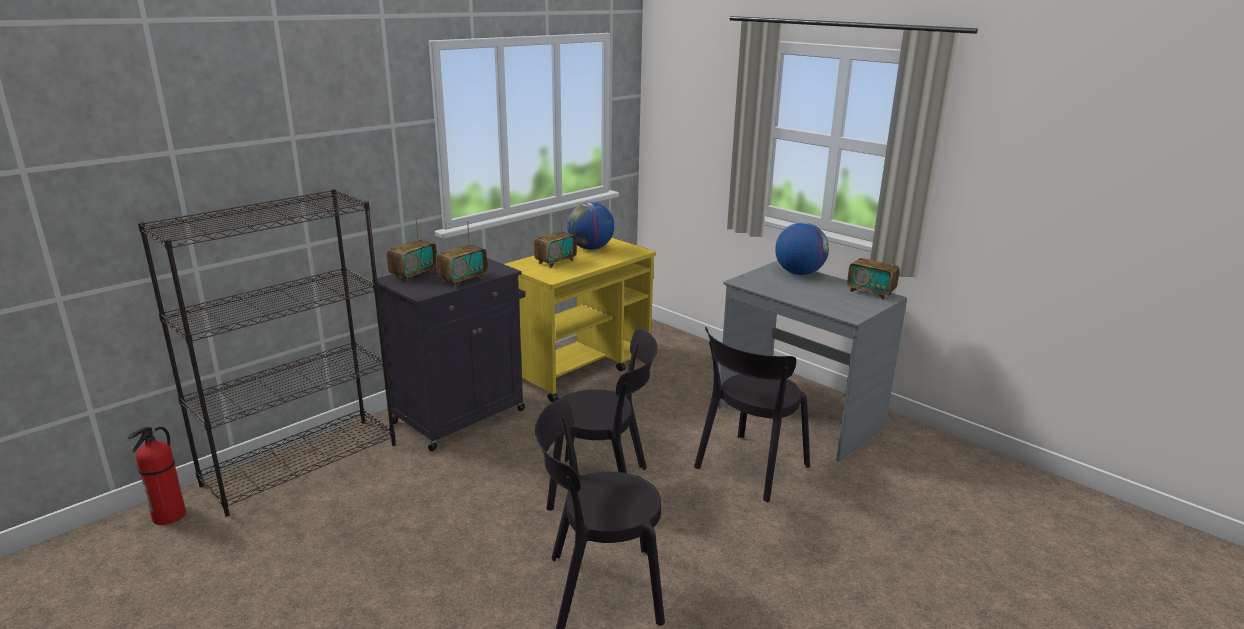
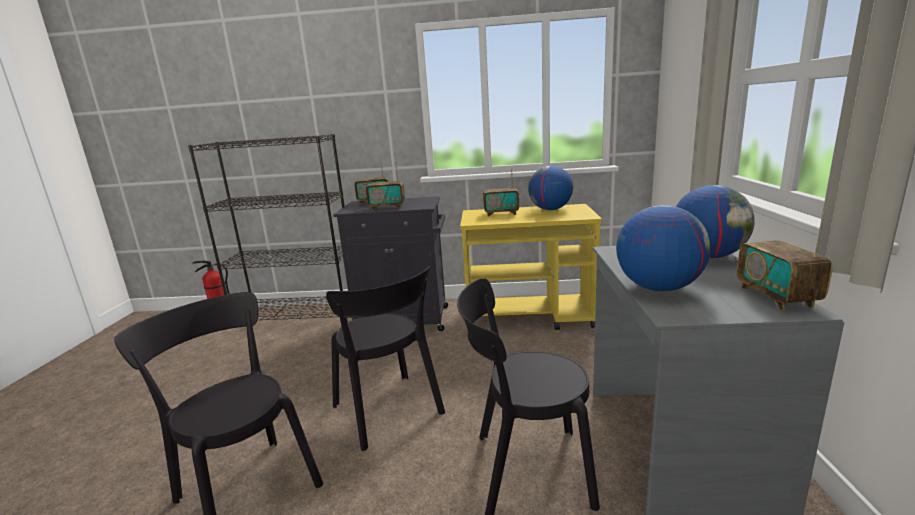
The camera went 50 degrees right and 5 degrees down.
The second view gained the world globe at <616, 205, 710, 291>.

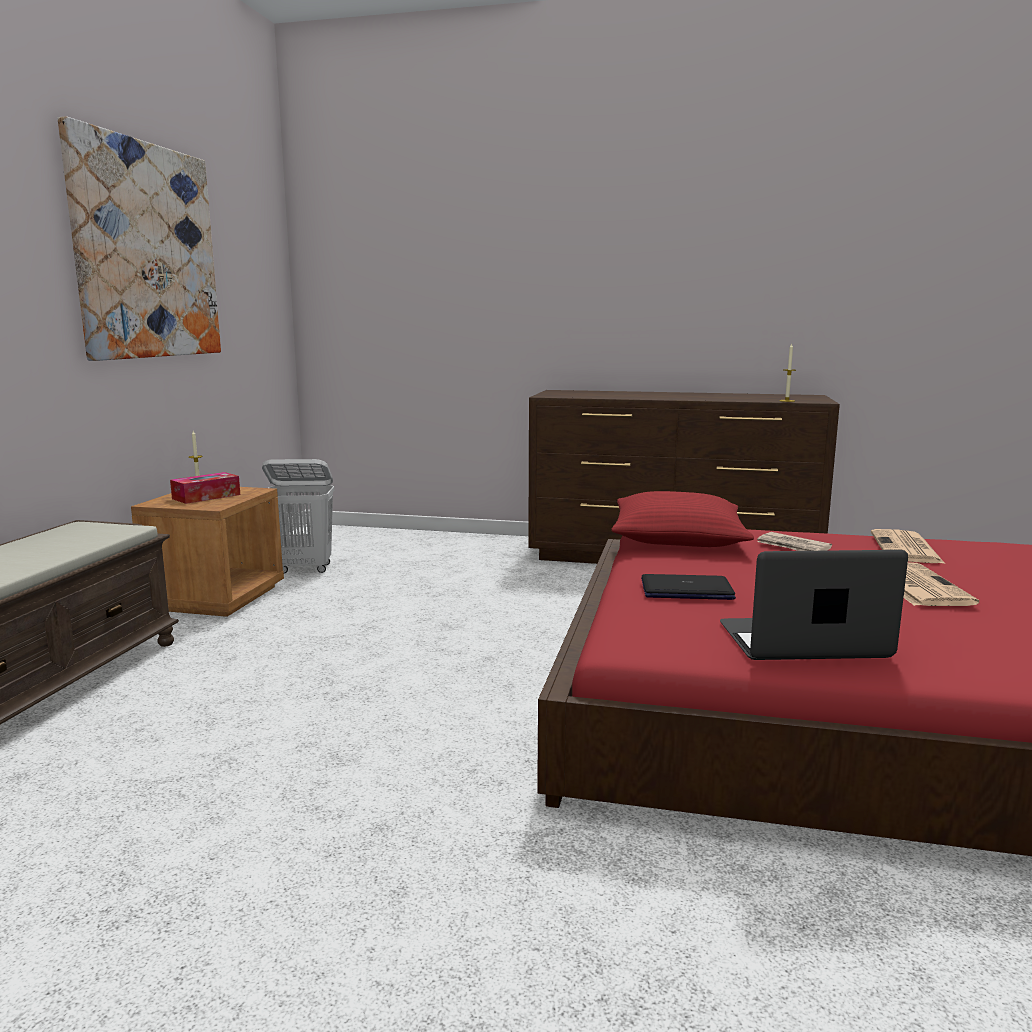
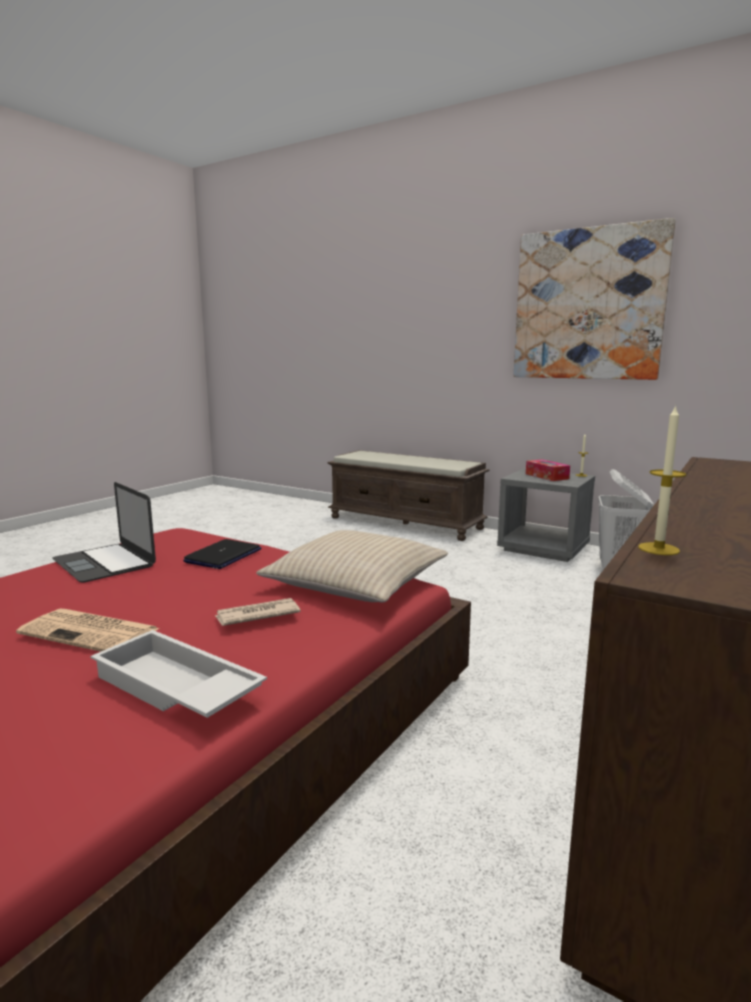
The camera went 110 degrees right and 0 degrees up.
What was the brown night table at <131, 487, 284, 617> turned into the grey night table at <497, 468, 595, 562>.
What was the red-coloured cushion at <612, 491, 754, 547> turned into the sand-coloured cushion at <256, 530, 448, 603>.
The notebook computer at <720, 550, 908, 660> ended up facing another way, 120 degrees clockwise from before.
Where the newspaper stood at <871, 529, 945, 564>, the white-coloured serving tray came to stand at <90, 630, 267, 718>.

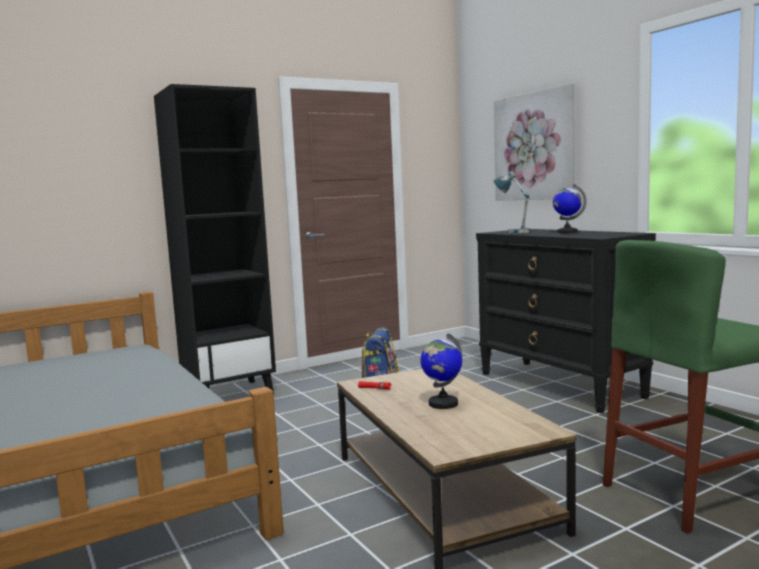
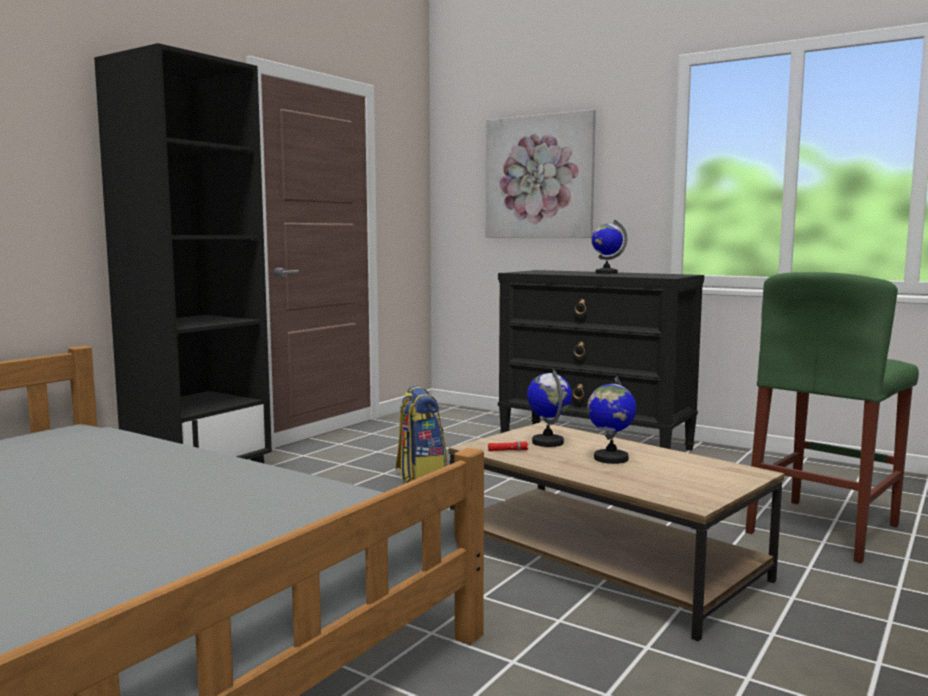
The camera went 25 degrees left and 0 degrees up.
The second view lost the tabletop lamp at <494, 171, 530, 233>.
The second view gained the world globe at <527, 369, 572, 447>.

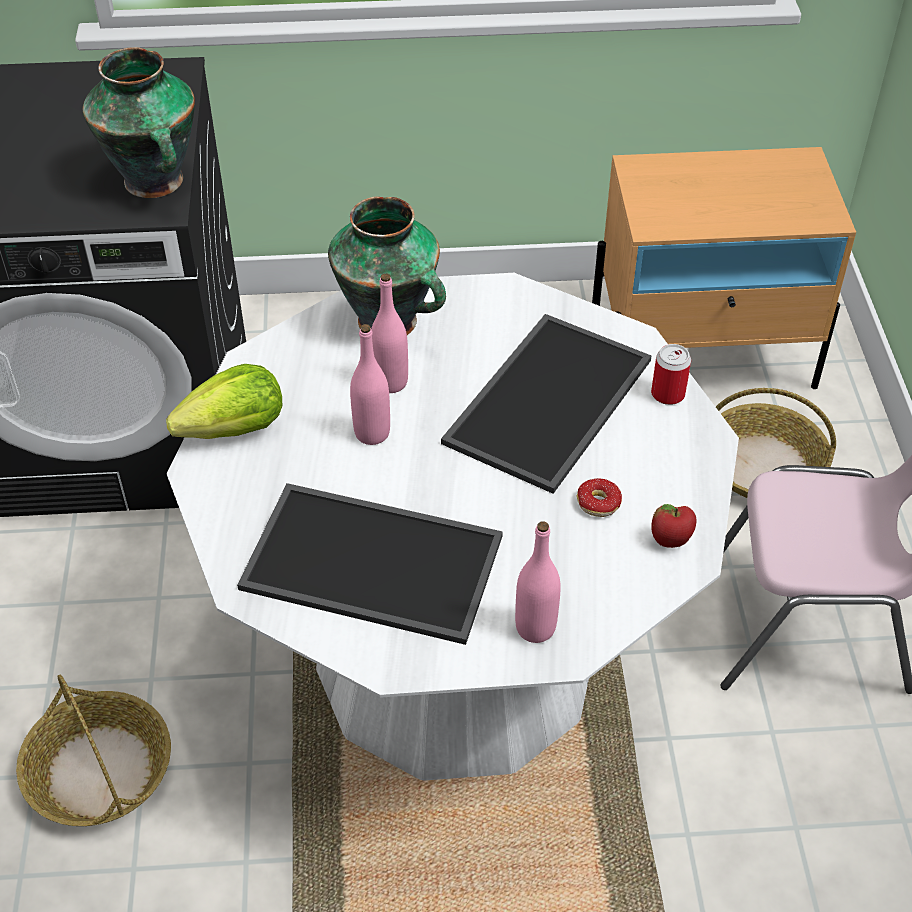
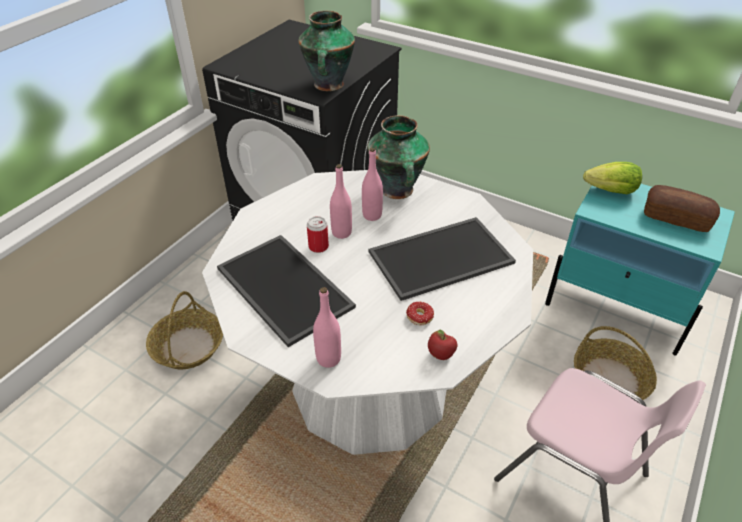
The camera went 35 degrees right and 5 degrees down.
The head of lettuce ended up elsewhere, having gone from <166, 364, 282, 439> to <583, 162, 642, 194>.
What was the sand-coloured night table at <592, 147, 856, 389> turned into the turquoise-coloured night table at <545, 184, 735, 356>.
The sealed can ended up elsewhere, having gone from <651, 344, 691, 405> to <307, 216, 329, 253>.
The second view gained the baked bread at <644, 185, 720, 232>.

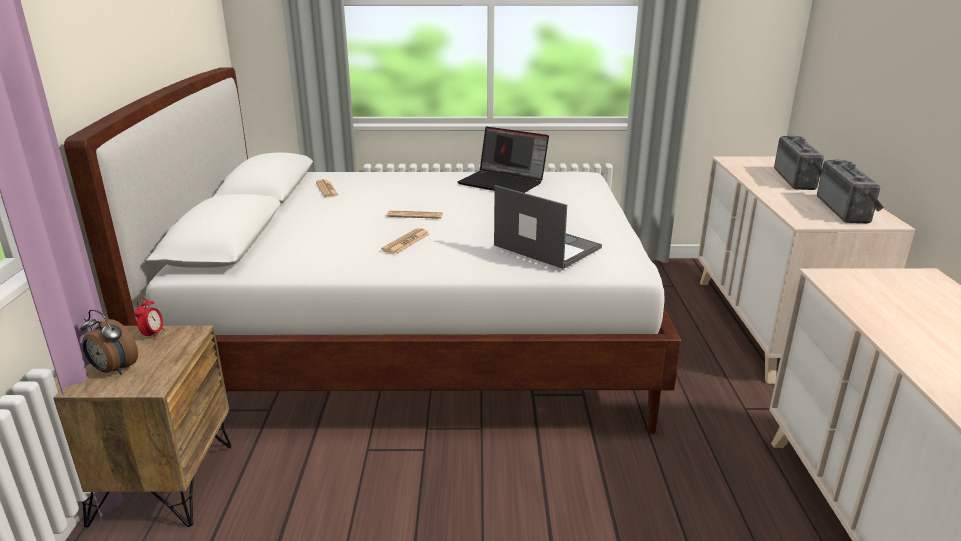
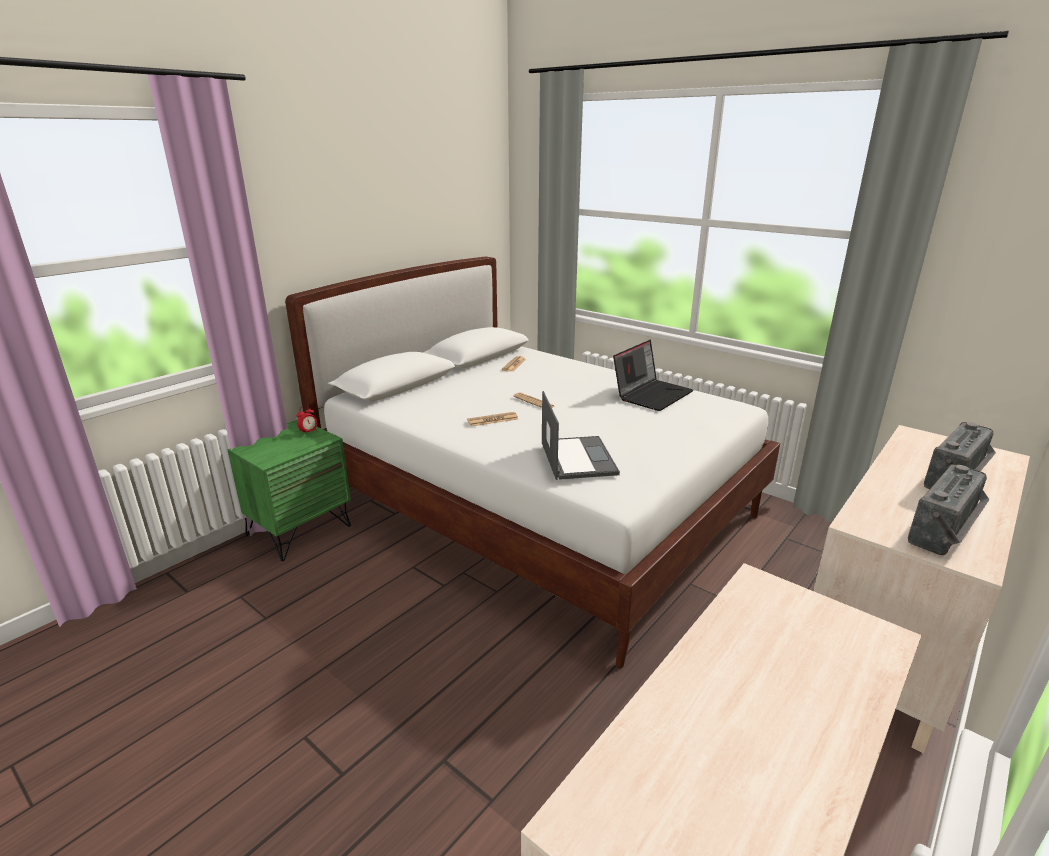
The camera went 40 degrees right and 0 degrees up.
What was the brown night table at <53, 325, 231, 527> turned into the green-coloured night table at <227, 420, 351, 561>.
The second view lost the table clock at <80, 309, 138, 375>.
The notebook computer at <458, 127, 549, 193> ended up facing another way, 120 degrees counterclockwise from before.

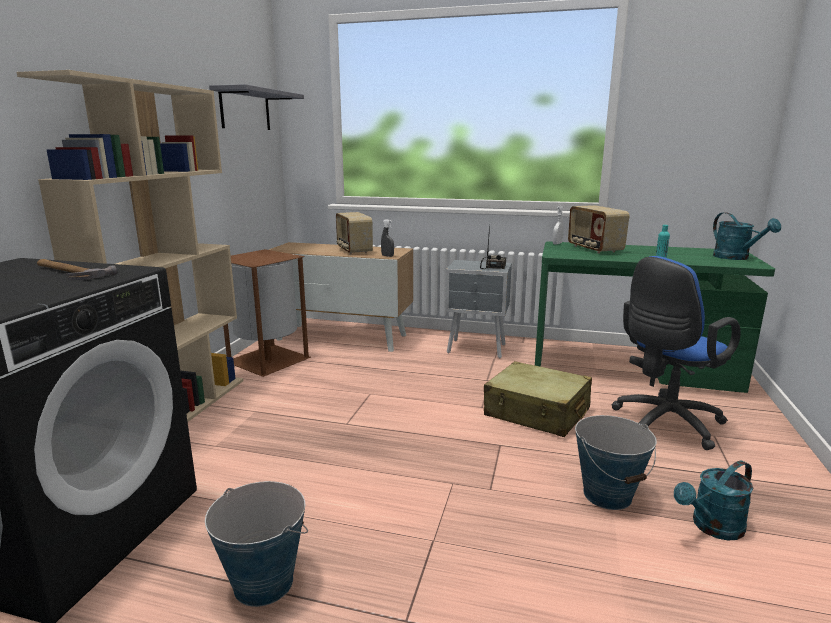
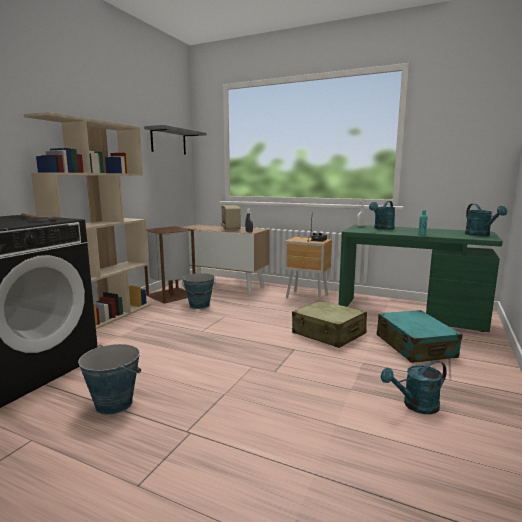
The camera went 10 degrees right and 5 degrees down.
What was the grey night table at <445, 260, 512, 359> turned into the brown night table at <284, 237, 332, 301>.
Where the radio stood at <568, 205, 630, 254>, the turquoise-coloured watering can came to stand at <369, 201, 395, 230>.
The pail ended up elsewhere, having gone from <575, 415, 657, 510> to <182, 273, 215, 309>.
Where the bluish computer chair stood at <611, 256, 741, 450>, the turquoise-coloured piece of luggage came to stand at <377, 310, 462, 363>.

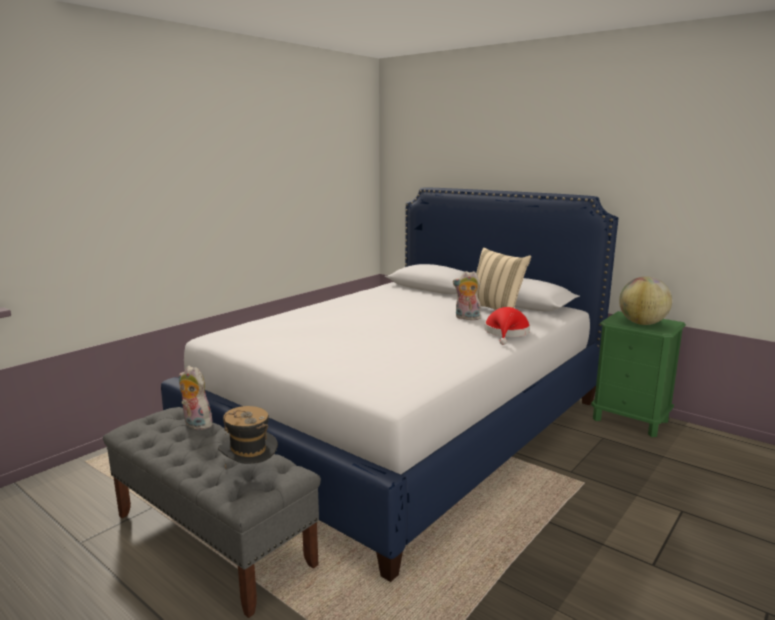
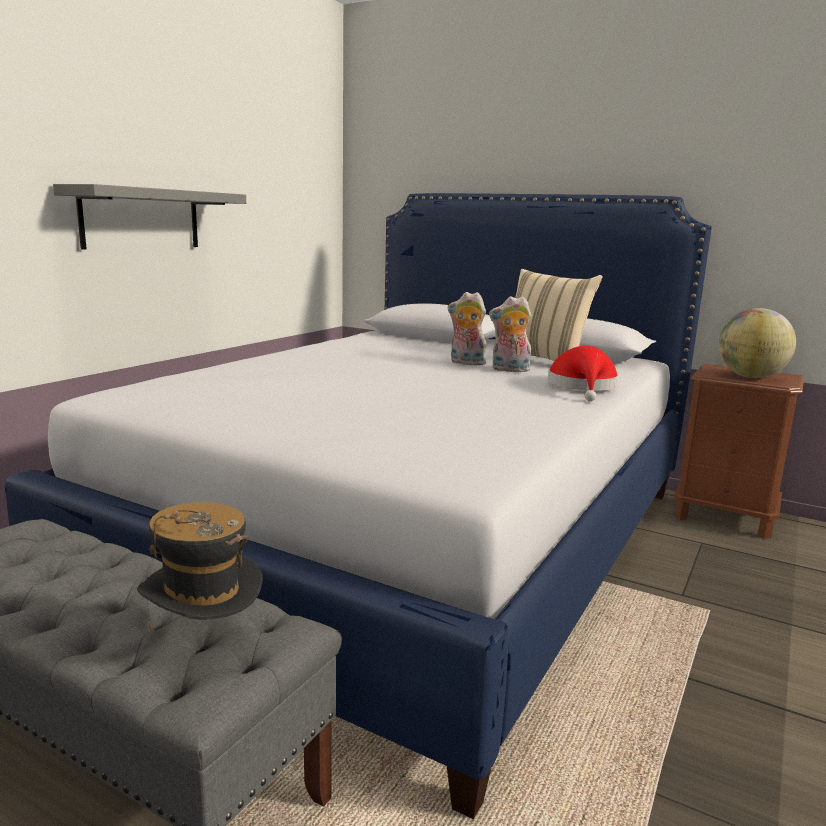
The camera went 10 degrees left and 0 degrees up.
The soft toy ended up elsewhere, having gone from <179, 366, 216, 430> to <448, 292, 486, 365>.
What was the green-coloured night table at <591, 311, 686, 437> turned into the brown night table at <674, 364, 804, 539>.
The second view gained the grey shelf at <53, 184, 246, 250>.

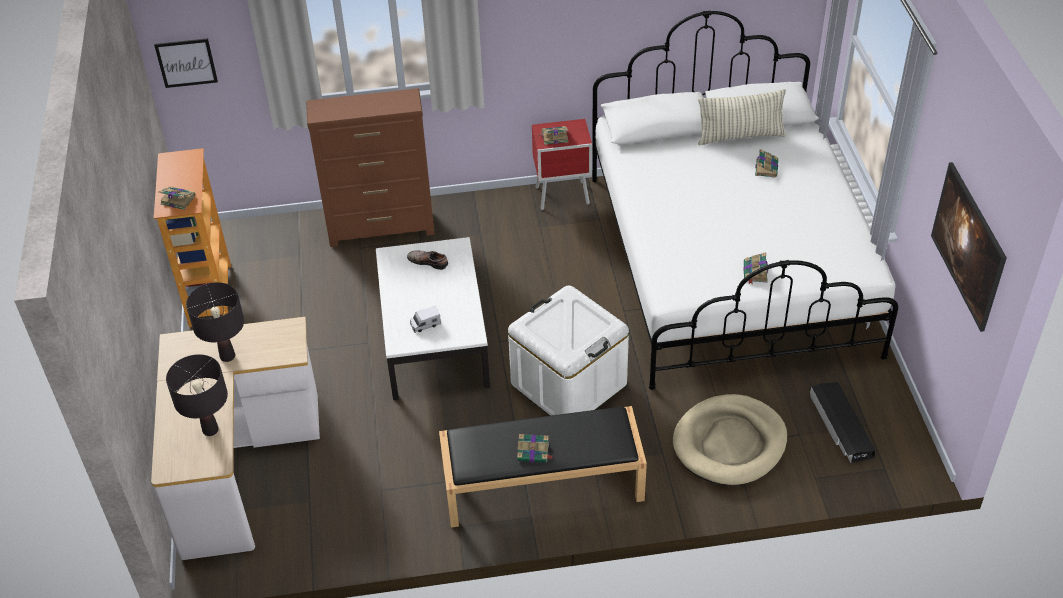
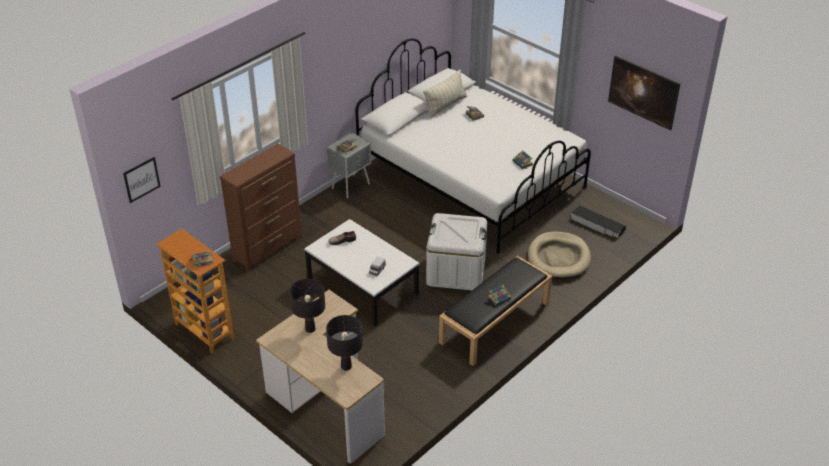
The camera went 40 degrees left and 5 degrees down.
What was the red-coloured night table at <532, 119, 592, 210> turned into the grey night table at <327, 132, 371, 198>.

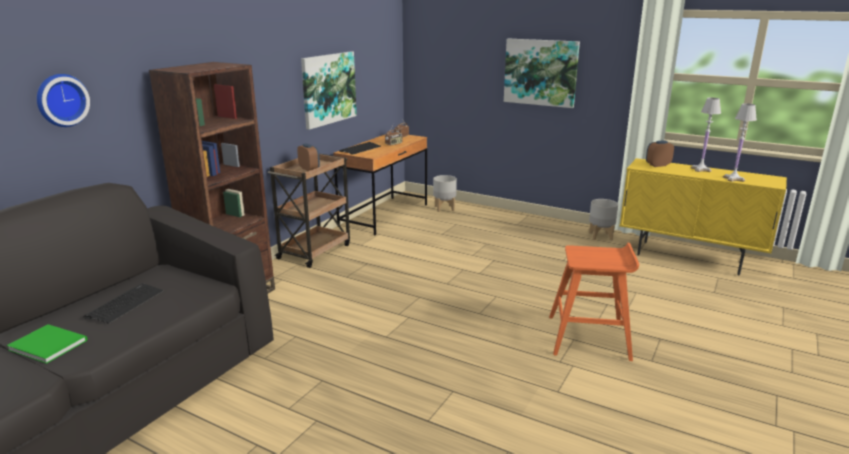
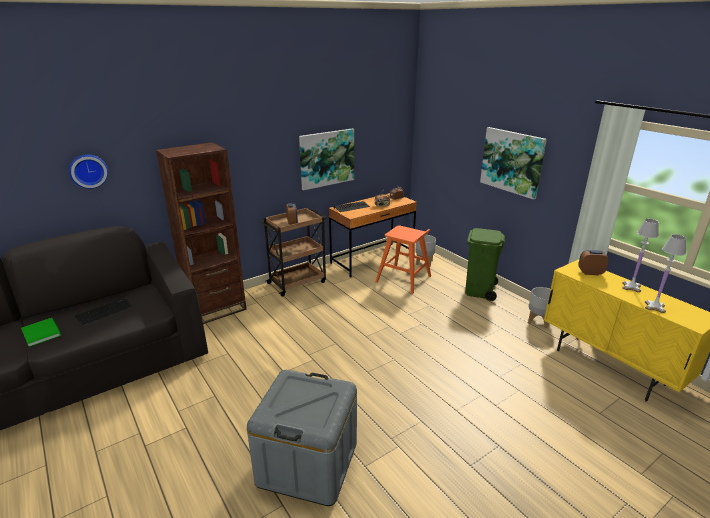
The camera went 25 degrees right and 5 degrees up.
The orangey sitting stool ended up elsewhere, having gone from <549, 243, 639, 361> to <376, 225, 431, 294>.
The second view gained the grey storage container at <247, 370, 357, 506>.
The second view gained the green-coloured rubbish bin at <465, 228, 505, 301>.

